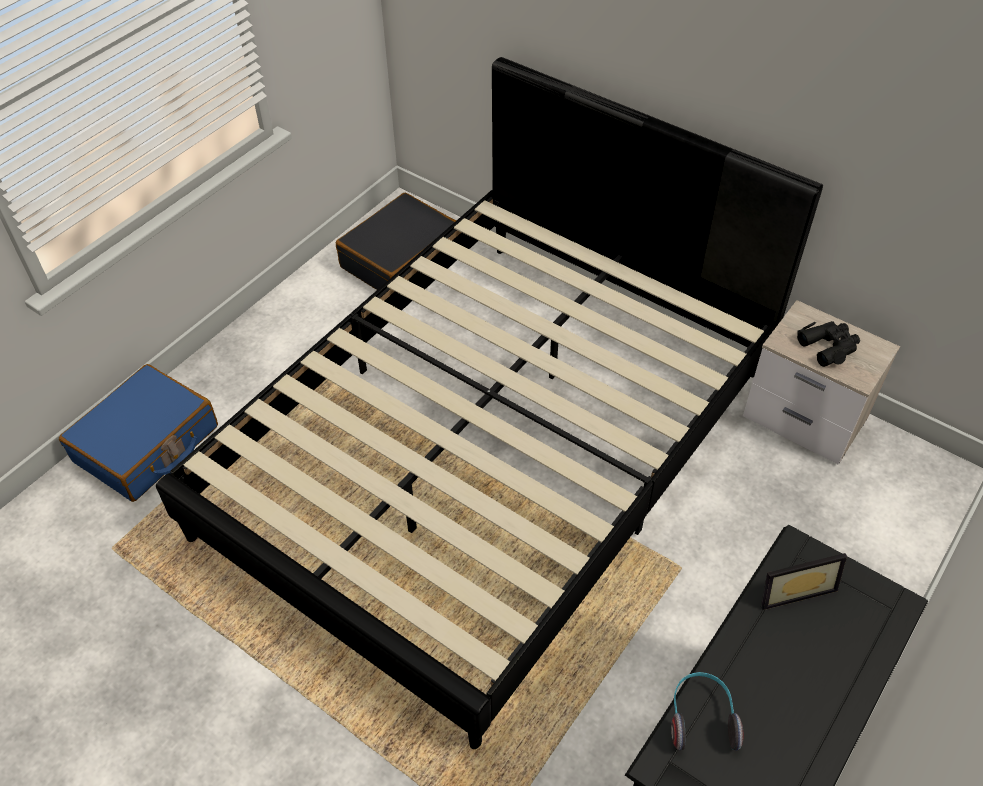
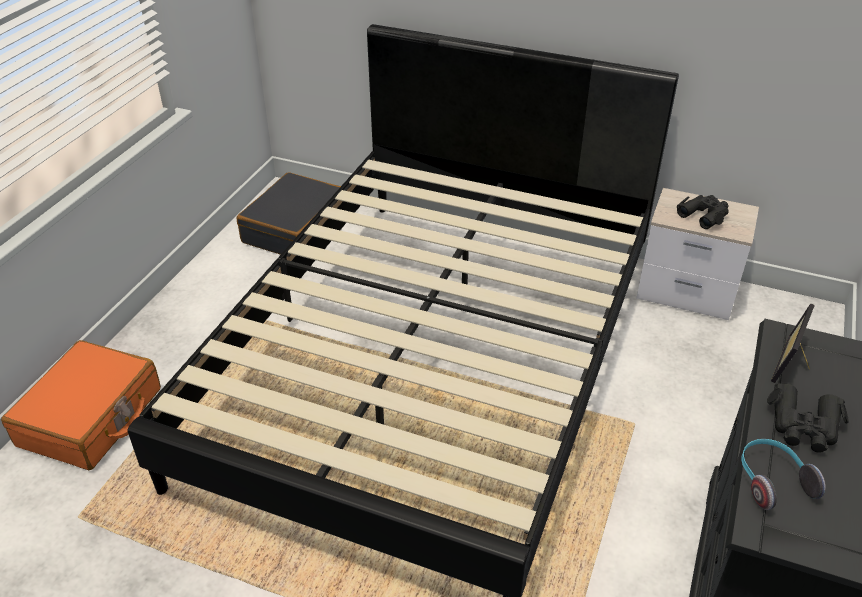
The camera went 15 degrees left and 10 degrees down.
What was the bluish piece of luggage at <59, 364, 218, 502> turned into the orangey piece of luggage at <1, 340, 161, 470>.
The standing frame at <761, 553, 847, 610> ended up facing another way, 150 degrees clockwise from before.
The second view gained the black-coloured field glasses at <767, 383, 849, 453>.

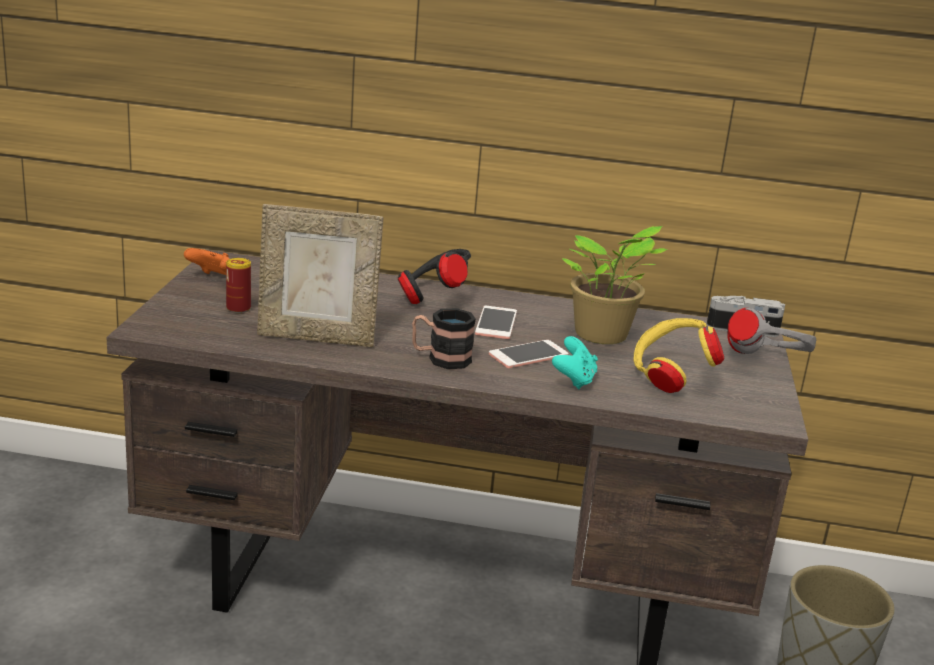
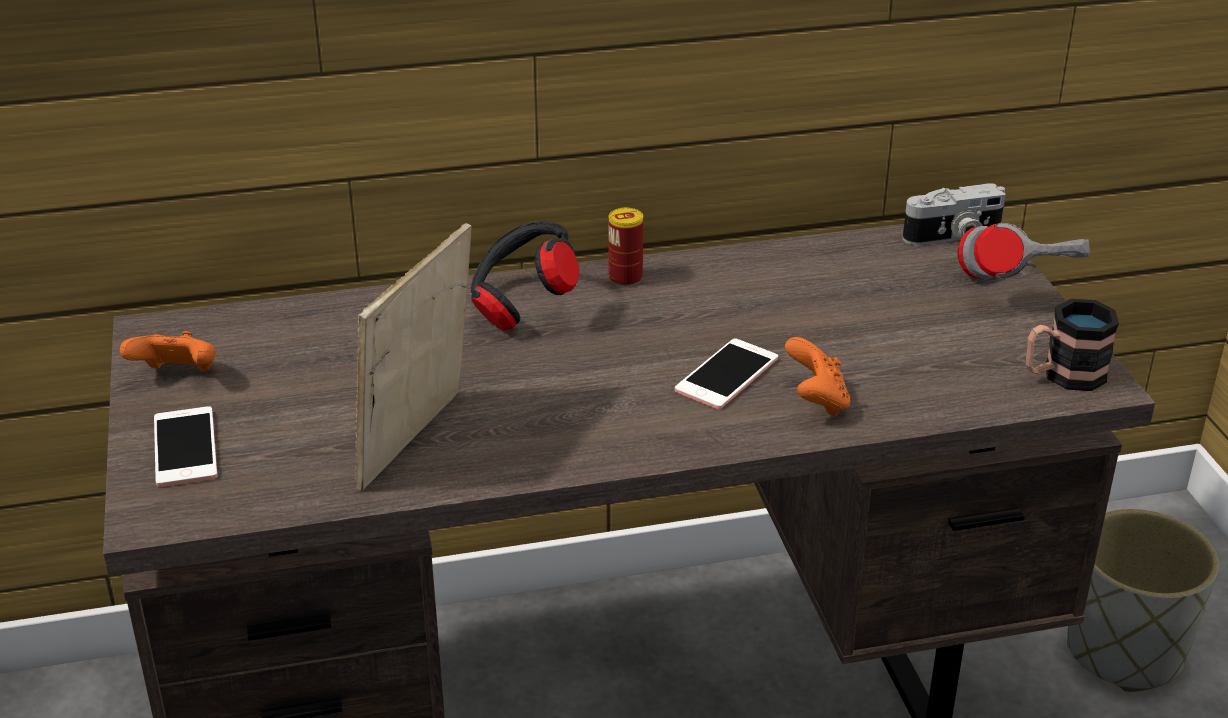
The camera went 20 degrees left and 10 degrees up.
The sealed can ended up elsewhere, having gone from <226, 258, 251, 313> to <608, 208, 643, 286>.
The standing frame at <257, 204, 383, 347> ended up facing another way, 135 degrees clockwise from before.
The coffee mug ended up elsewhere, having gone from <412, 308, 476, 369> to <1026, 299, 1119, 391>.
The handset ended up elsewhere, having gone from <475, 306, 517, 339> to <154, 406, 217, 487>.
What was the turquoise-coloured joypad at <552, 336, 598, 389> turned into the orangey joypad at <785, 337, 850, 416>.
The second view lost the potted plant at <562, 226, 668, 344>.
The second view lost the yellow headphones at <633, 318, 725, 393>.

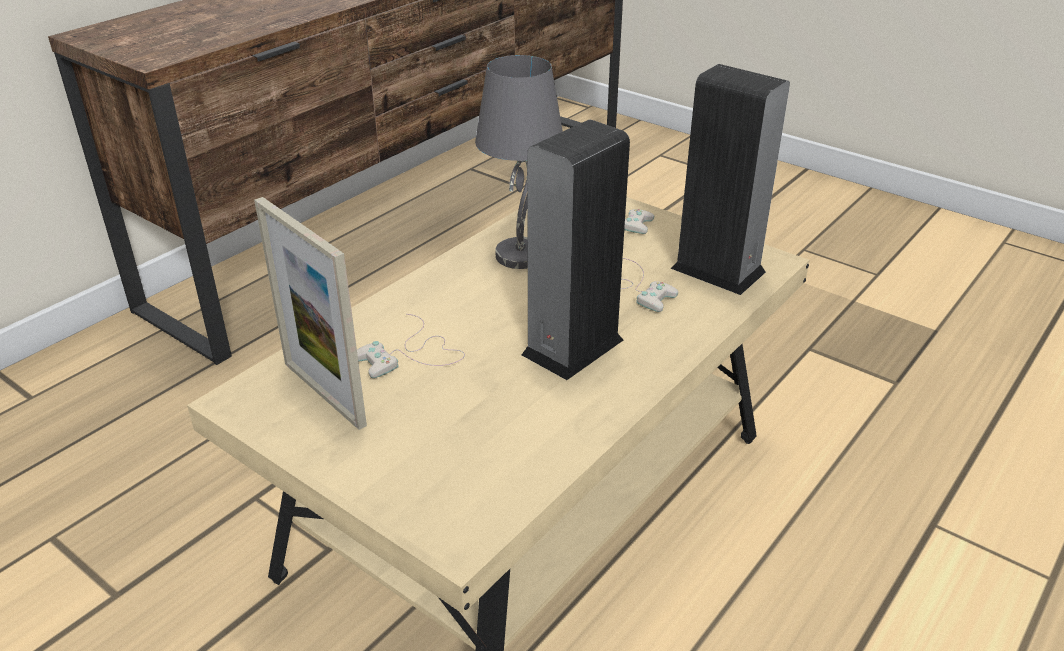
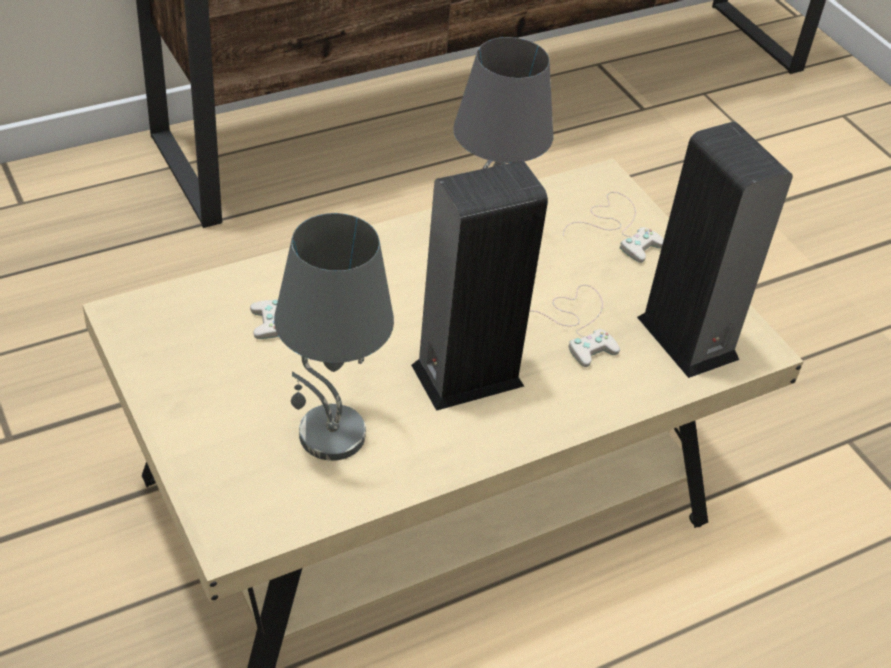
The camera went 20 degrees right and 10 degrees up.
The second view lost the standing frame at <254, 197, 367, 430>.
The second view gained the grey tabletop lamp at <274, 213, 394, 461>.

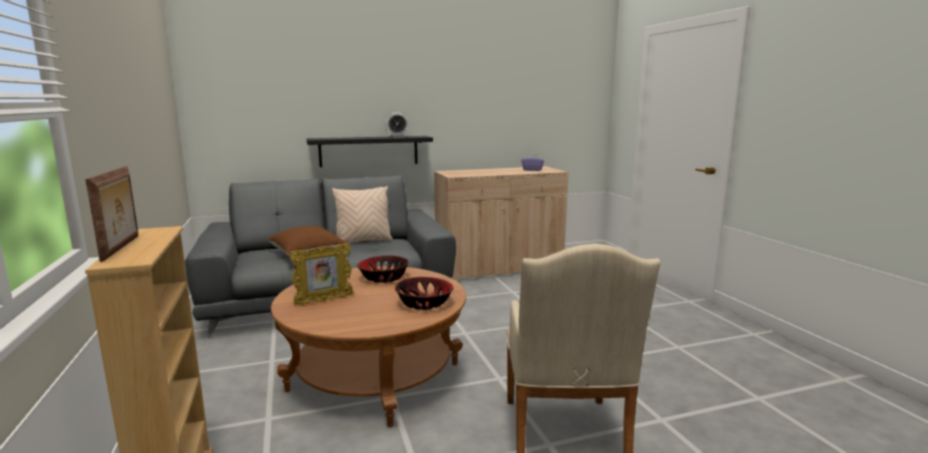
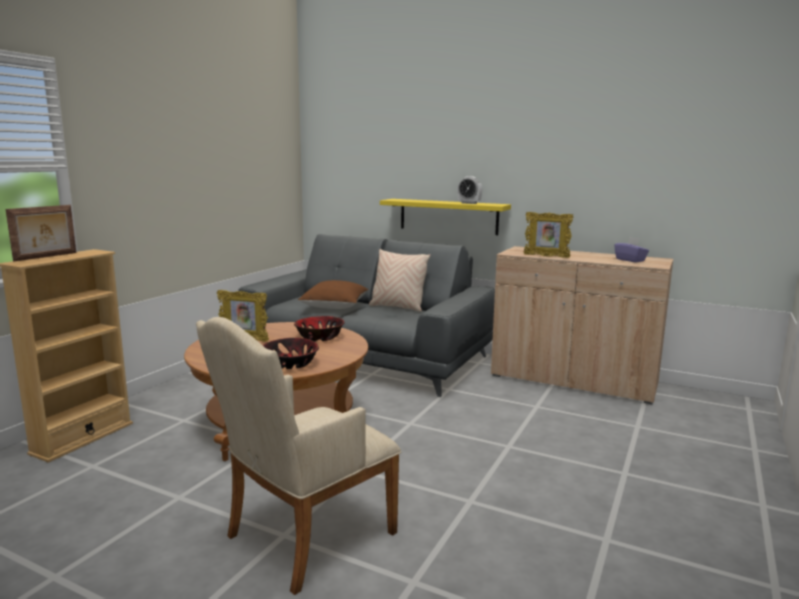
The camera went 45 degrees right and 0 degrees up.
What was the black-coloured shelf at <306, 136, 433, 167> turned into the yellow shelf at <380, 199, 511, 235>.
The second view gained the standing frame at <523, 212, 573, 258>.

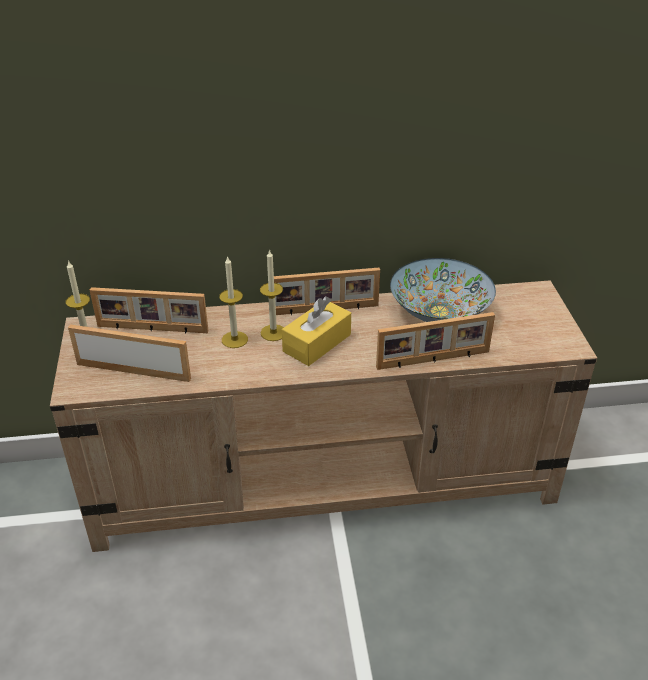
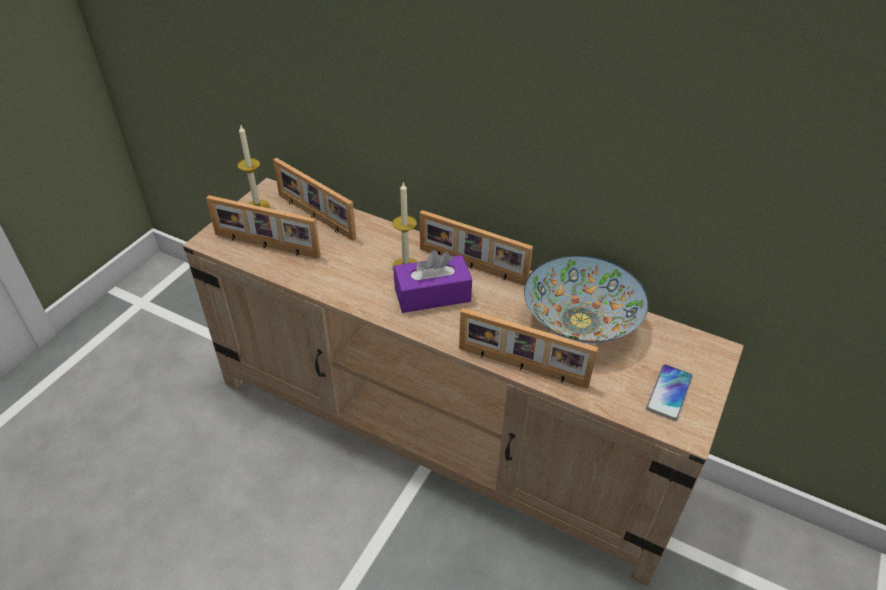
The camera went 35 degrees right and 5 degrees up.
The standing frame at <68, 324, 191, 382> ended up facing another way, 150 degrees clockwise from before.
The second view lost the candle at <219, 256, 248, 348>.
What was the yellow box of tissues at <282, 296, 351, 366> turned into the purple box of tissues at <394, 251, 472, 313>.
The second view gained the handset at <646, 364, 692, 421>.

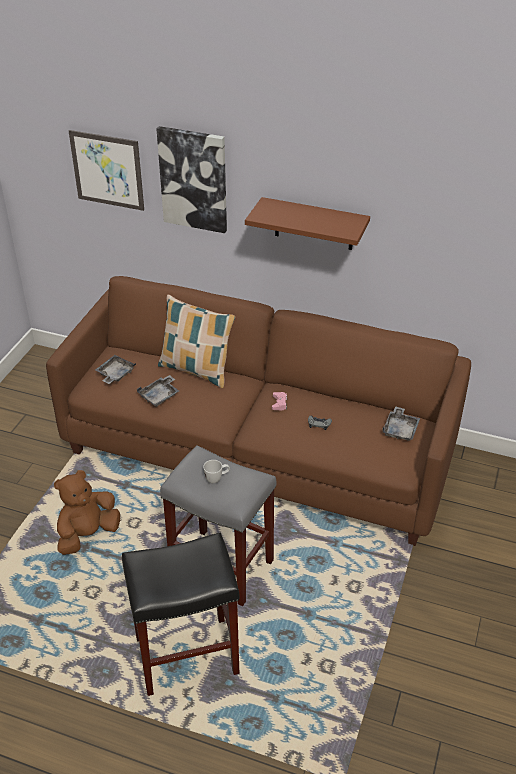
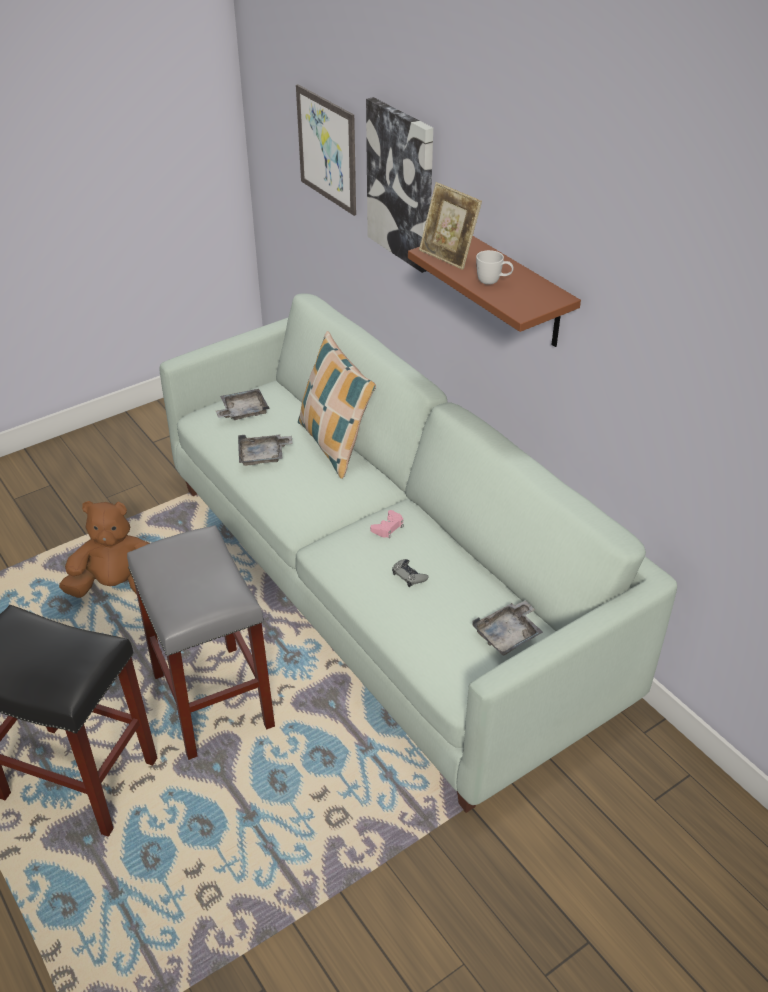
The camera went 35 degrees right and 0 degrees up.
What was the brown couch at <46, 276, 471, 546> turned into the white-coloured couch at <160, 294, 677, 813>.
The white-coloured coffee mug ended up elsewhere, having gone from <203, 460, 230, 483> to <476, 250, 514, 285>.
The second view gained the standing frame at <419, 182, 482, 270>.

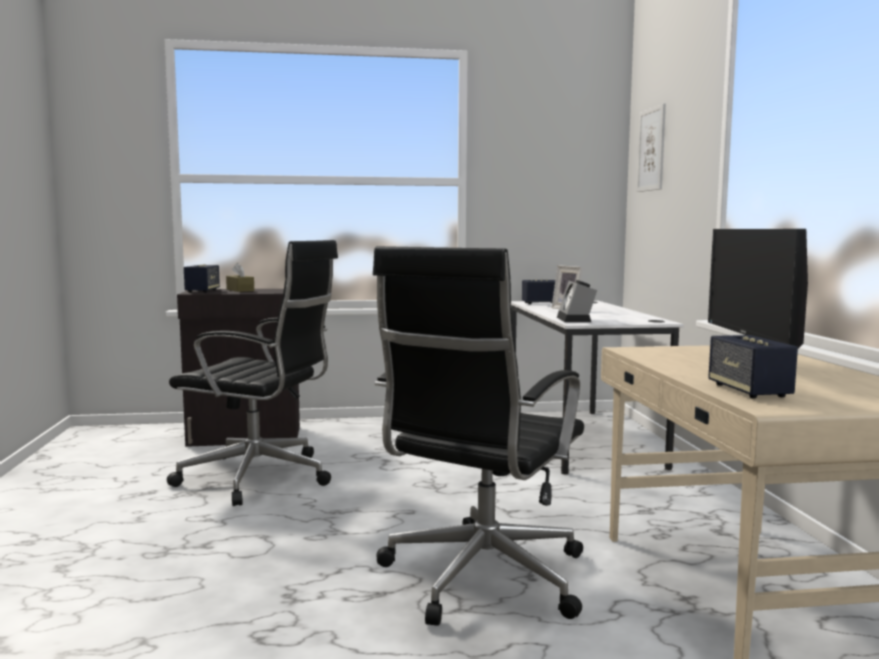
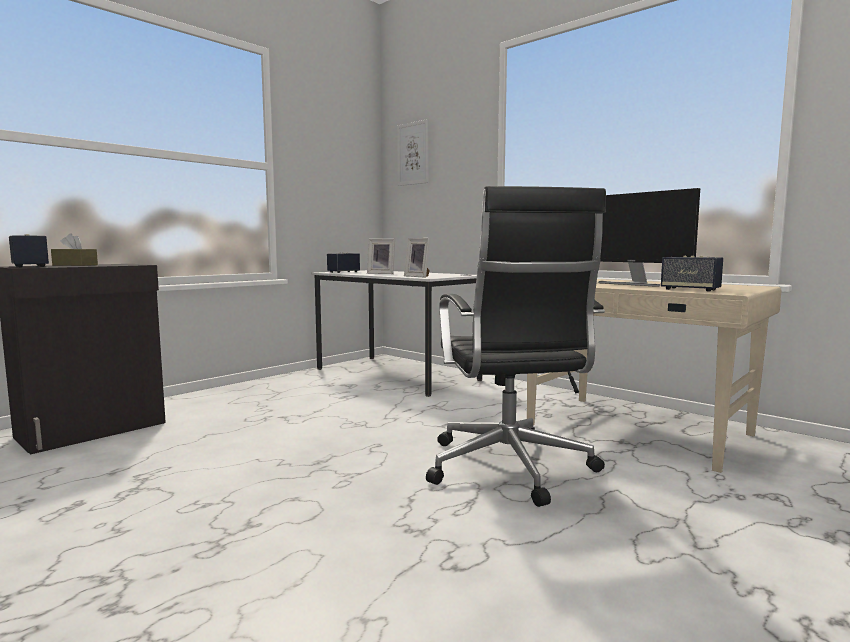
The camera went 40 degrees left and 0 degrees up.
The second view lost the black-coloured computer chair at <167, 240, 338, 506>.
Where the table clock stood at <557, 280, 597, 322>, the standing frame came to stand at <404, 238, 430, 278>.

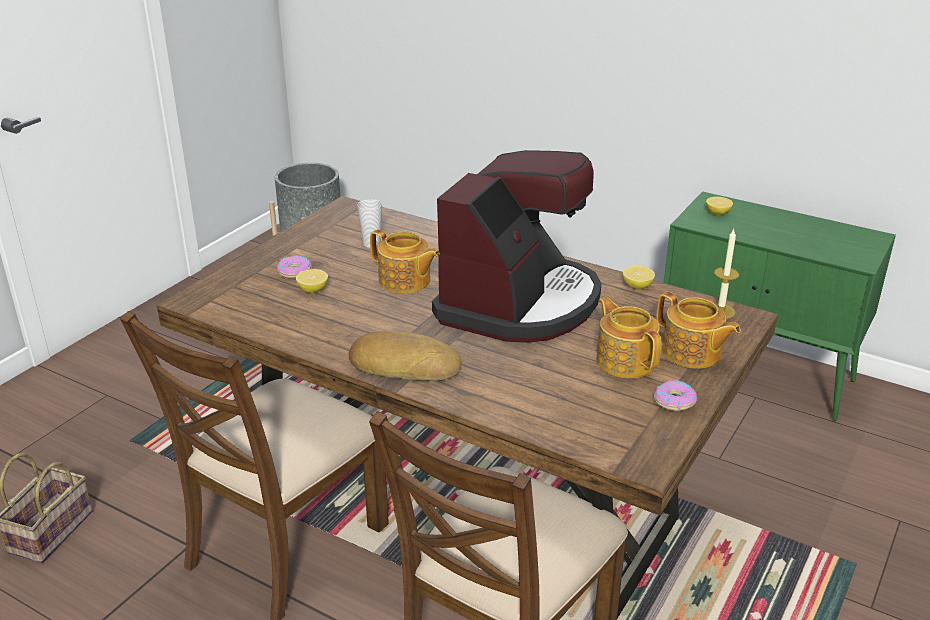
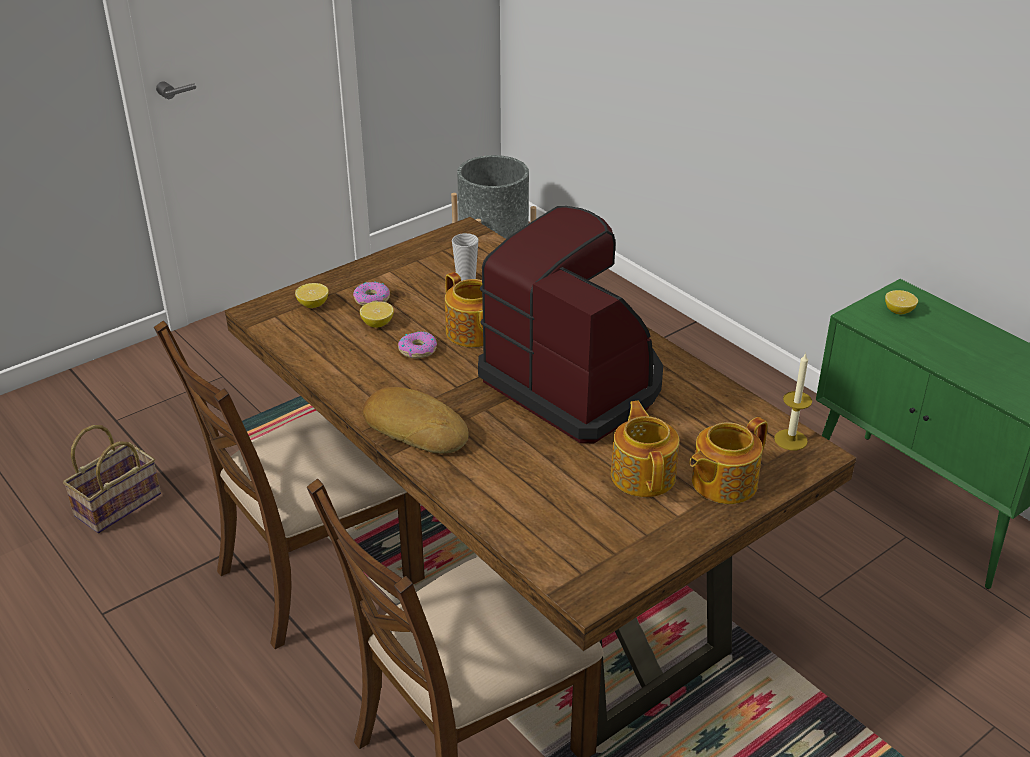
The camera went 20 degrees right and 5 degrees up.
The coffee machine at <432, 150, 601, 343> ended up facing another way, 90 degrees counterclockwise from before.
The whole lemon ended up elsewhere, having gone from <623, 266, 655, 289> to <295, 283, 329, 308>.
The ring doughnut ended up elsewhere, having gone from <654, 380, 697, 411> to <398, 331, 437, 358>.
The pot for tea at <656, 292, 741, 369> ended up facing another way, 75 degrees clockwise from before.

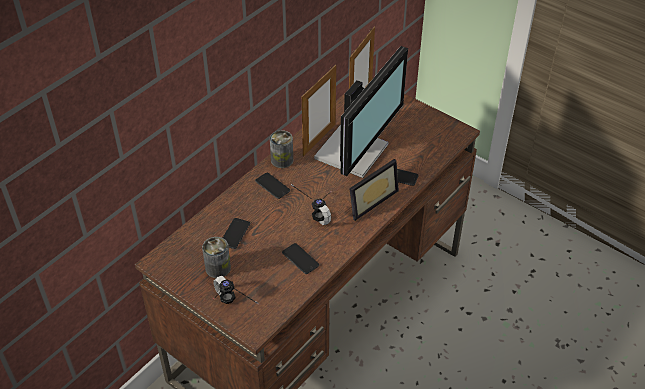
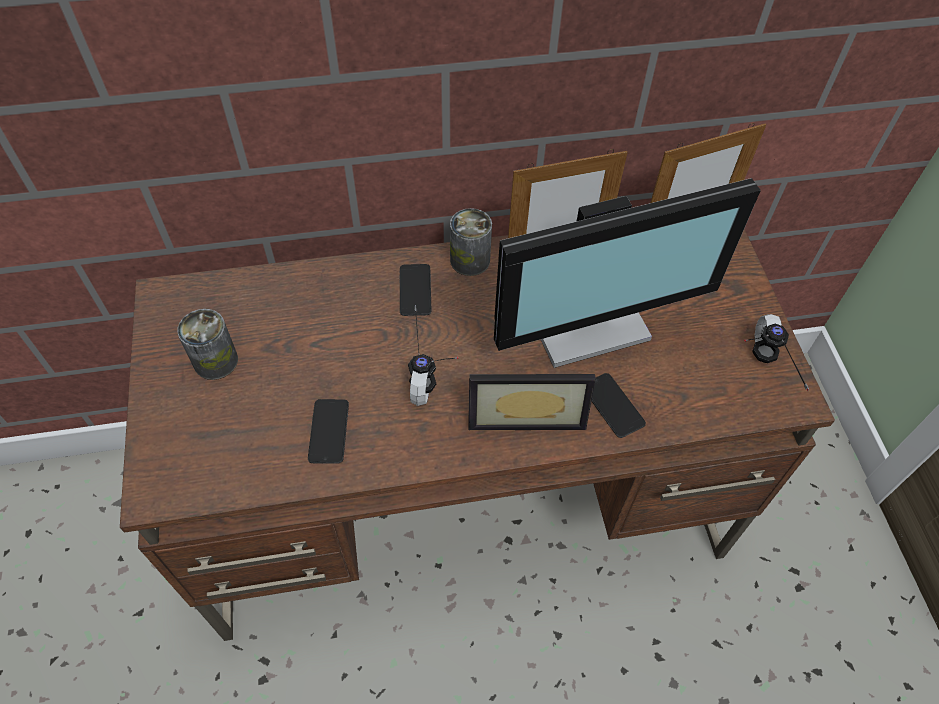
The camera went 40 degrees right and 10 degrees up.
The headphones ended up elsewhere, having gone from <213, 276, 259, 304> to <744, 314, 809, 391>.
The second view lost the handset at <223, 218, 250, 249>.

